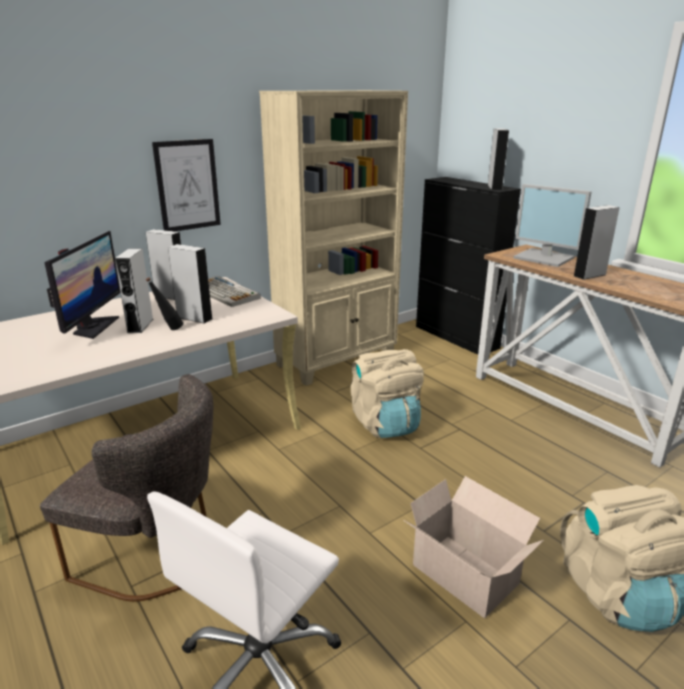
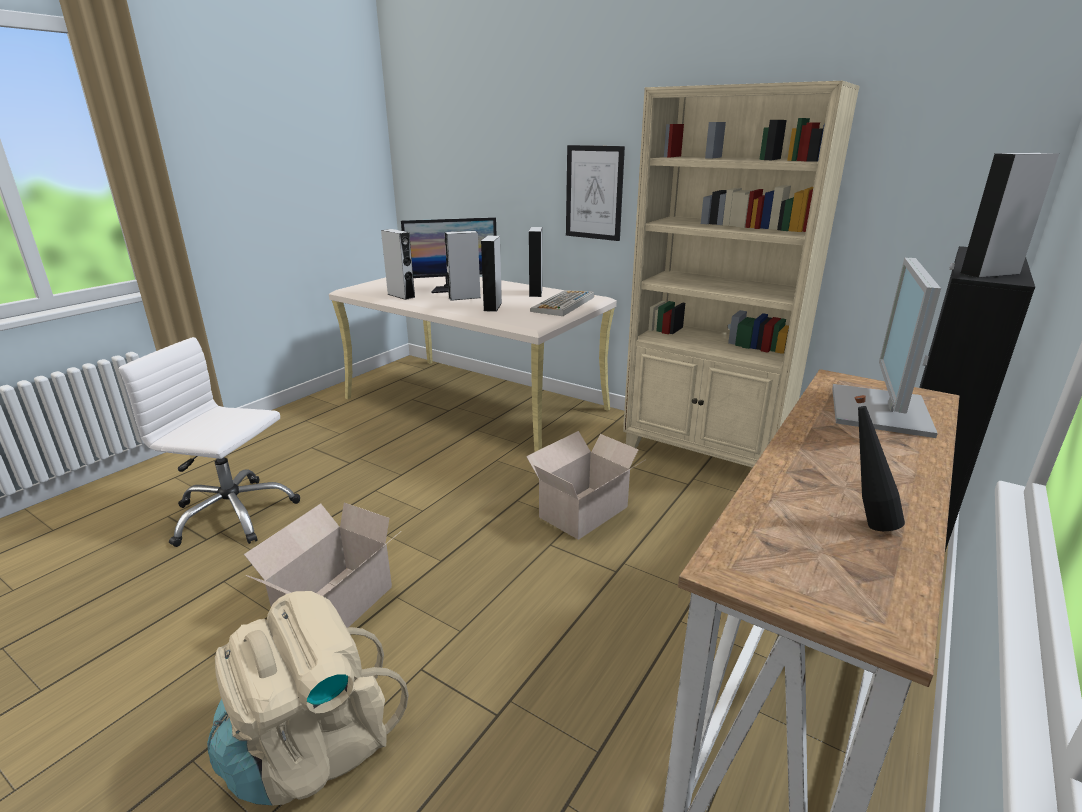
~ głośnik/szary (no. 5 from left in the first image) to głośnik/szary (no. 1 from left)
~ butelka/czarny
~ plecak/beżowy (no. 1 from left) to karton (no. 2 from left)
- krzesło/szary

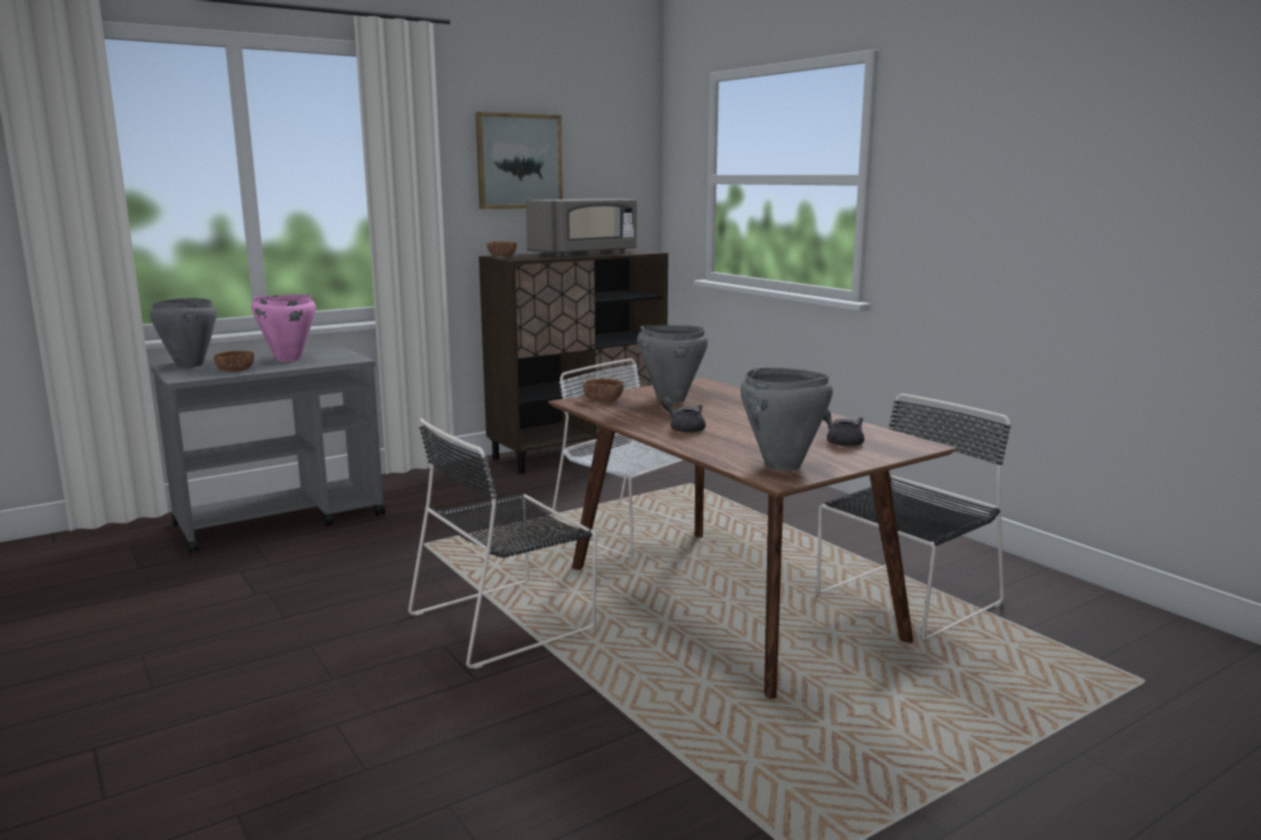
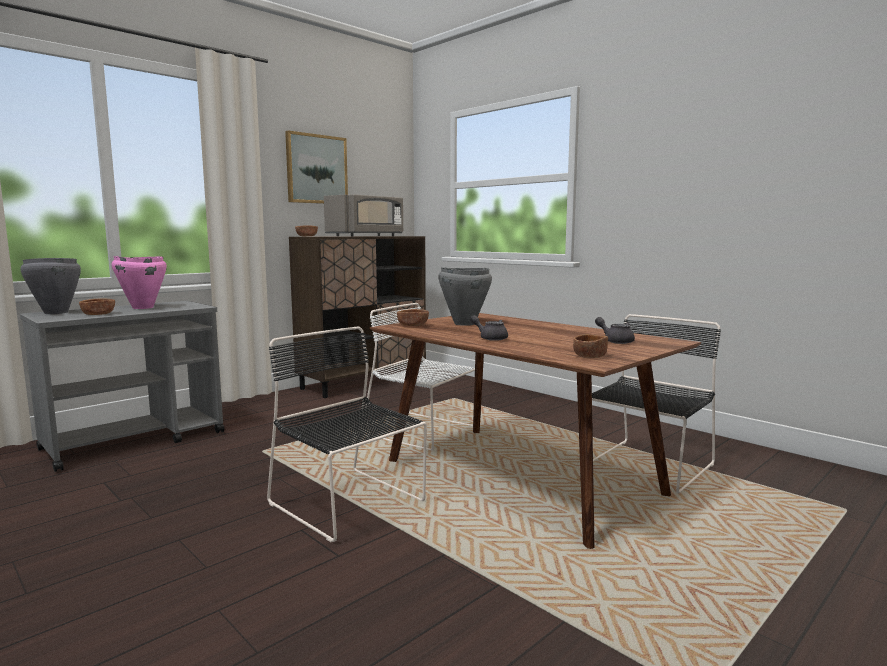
~ garnek/szary (no. 3 from left) to miska/brązowy (no. 4 from left)
~ krzesło/czarny (no. 1 from left) 90 degrees clockwise

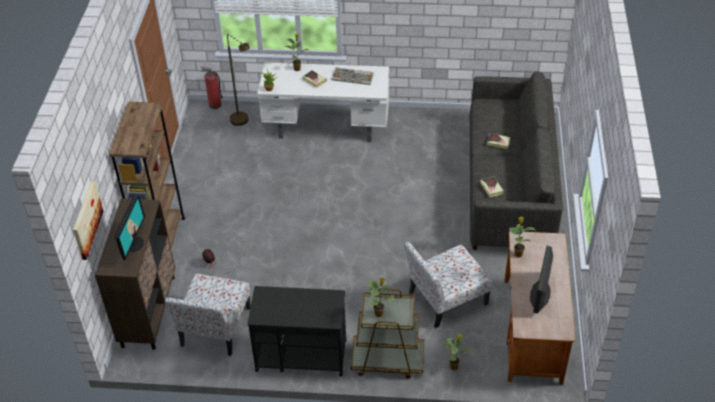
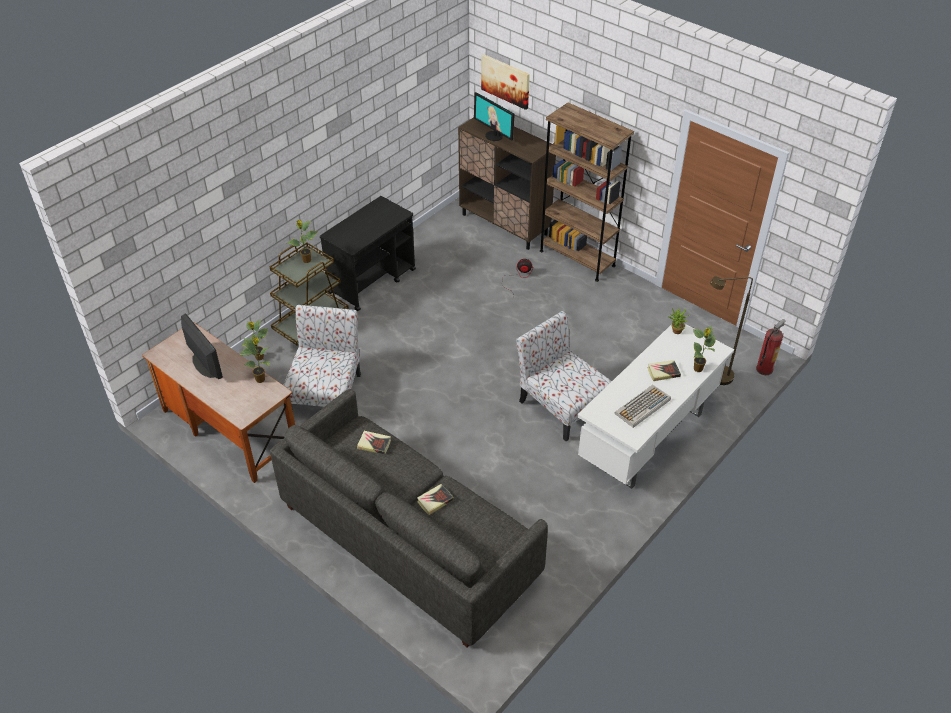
~ krzesło (no. 1 from left in the first image) to krzesło (no. 2 from left)

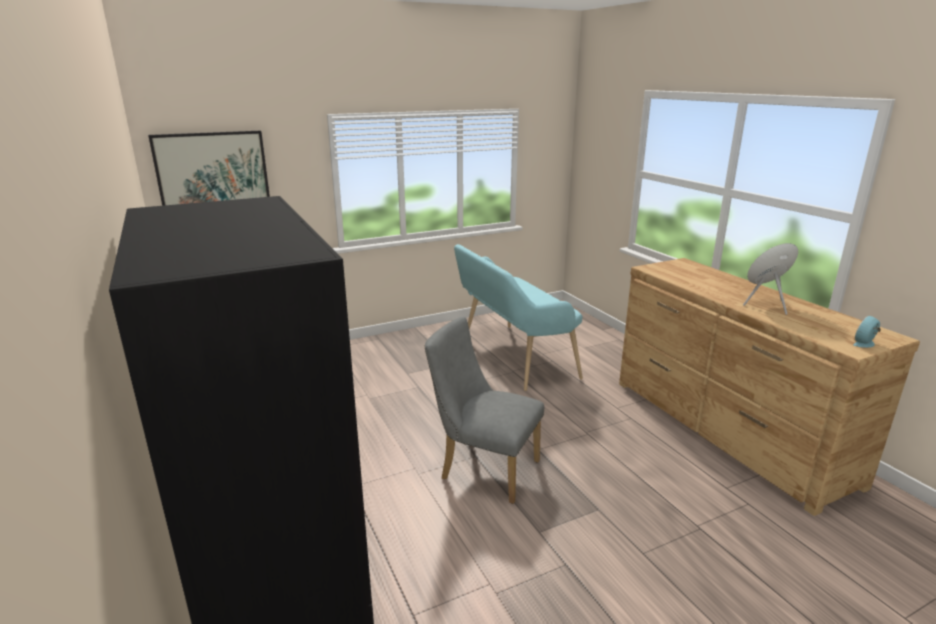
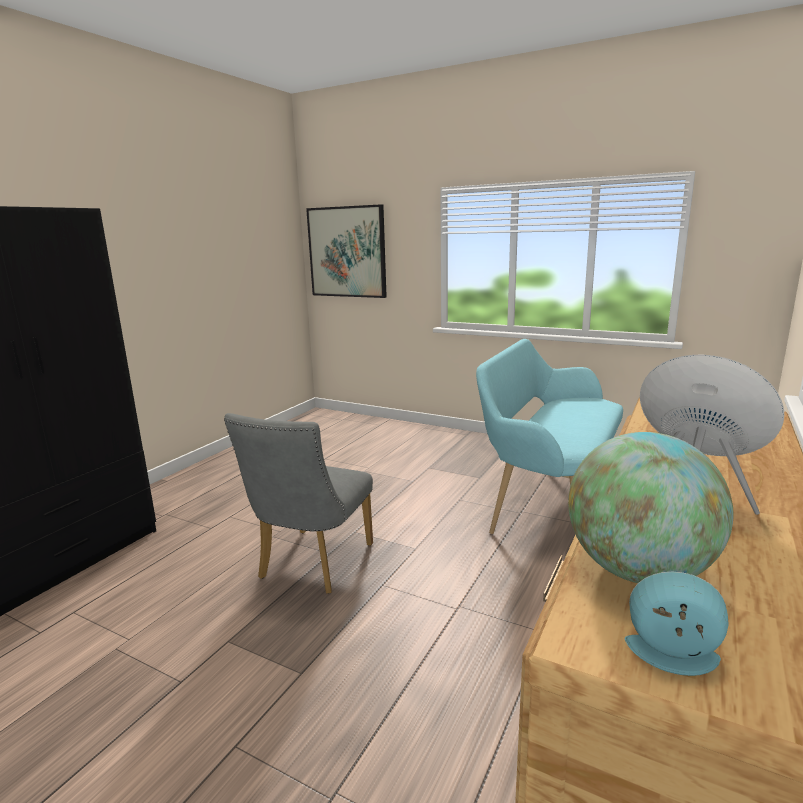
~ krzesło/szary 150 degrees counterclockwise
+ globus

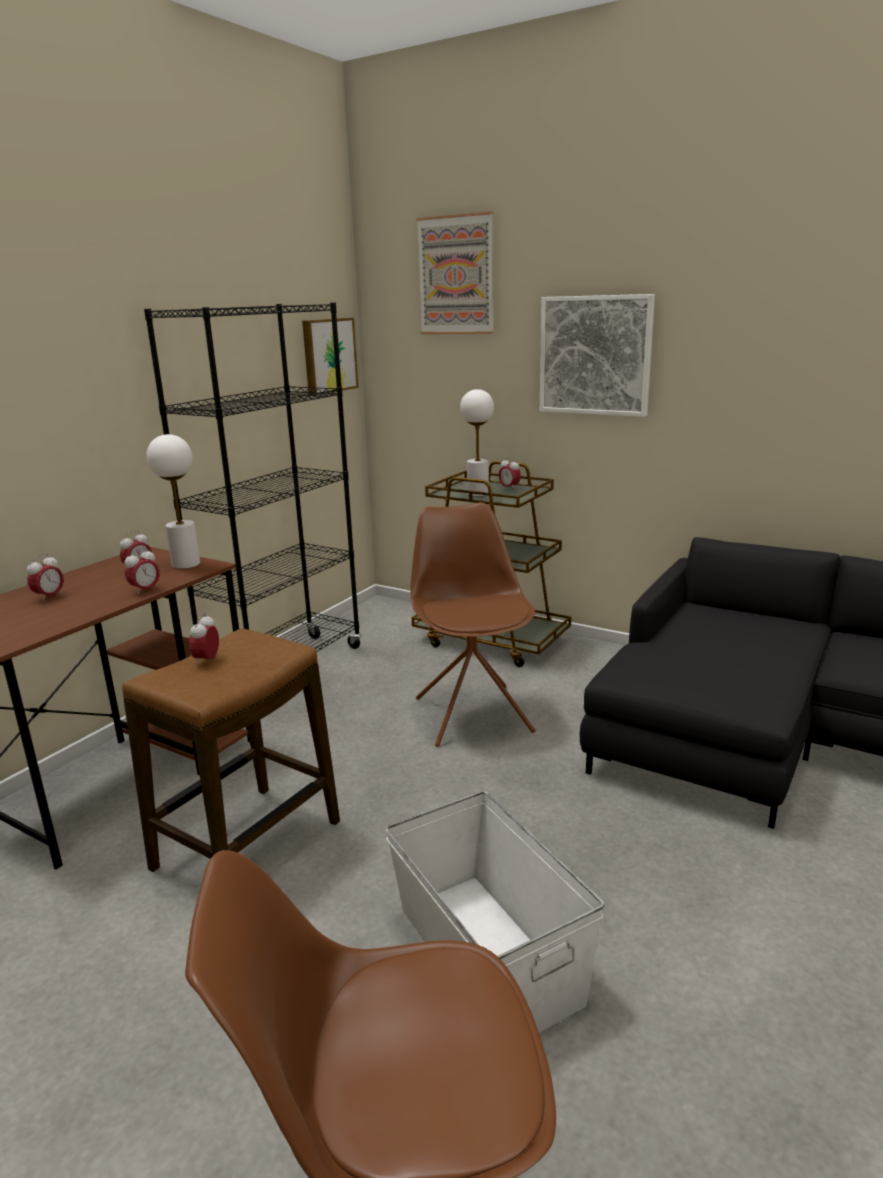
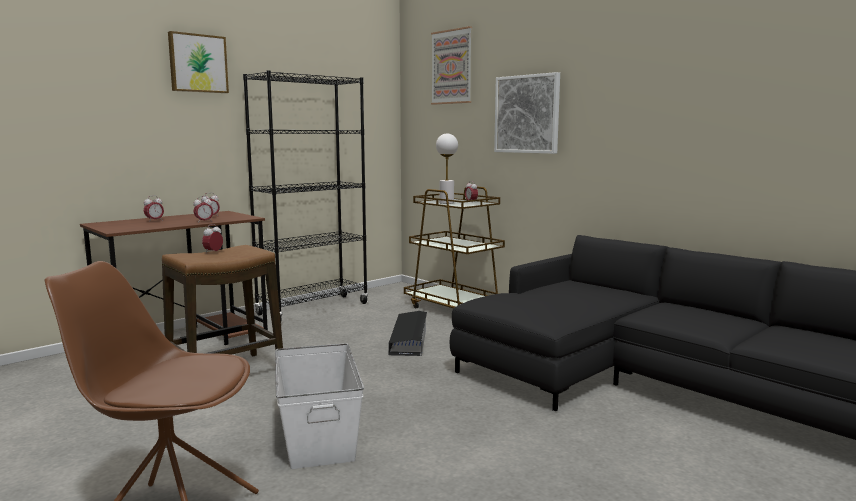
~ obraz (no. 1 from left)
- lampa stołowa/biały (no. 1 from left)
~ krzesło/brązowy (no. 2 from left) to pojemnik do przechowywania/czarny

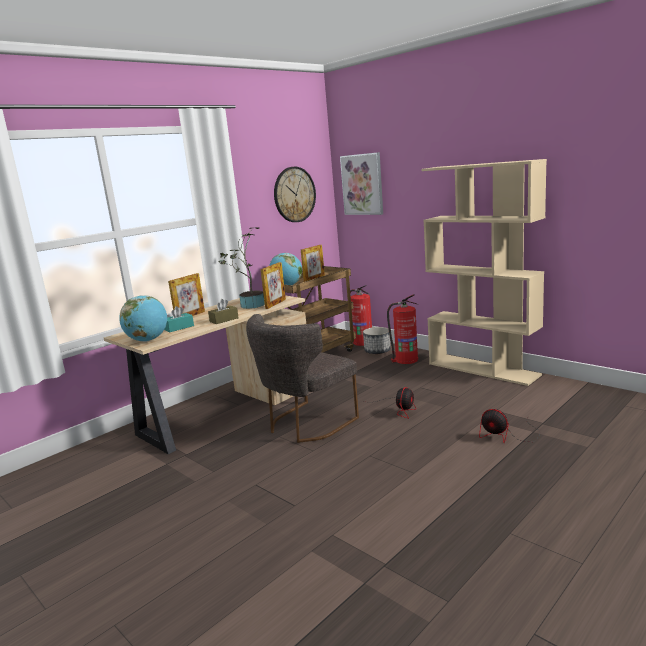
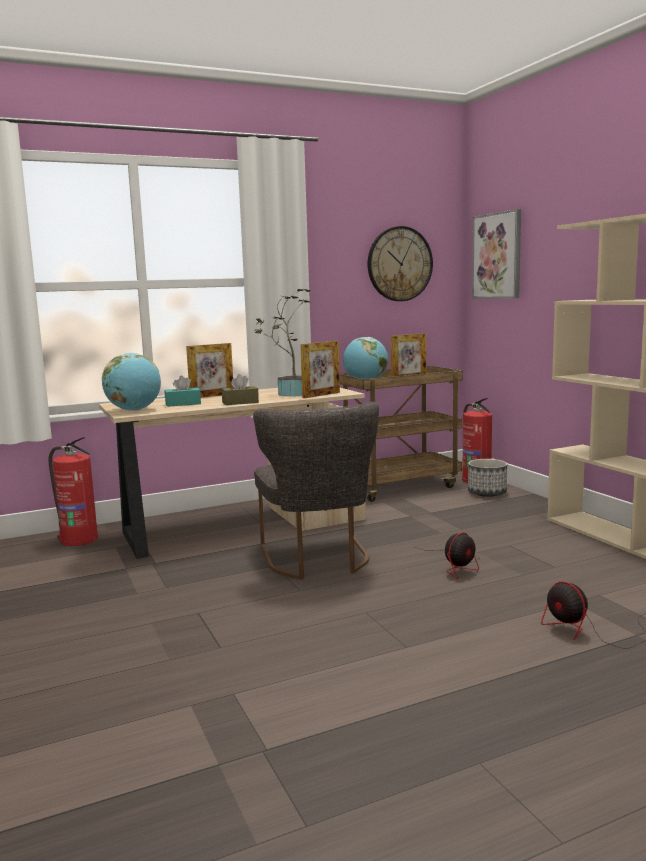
~ gaśnica (no. 2 from left in the first image) to gaśnica (no. 1 from left)
~ krzesło/szary 75 degrees counterclockwise

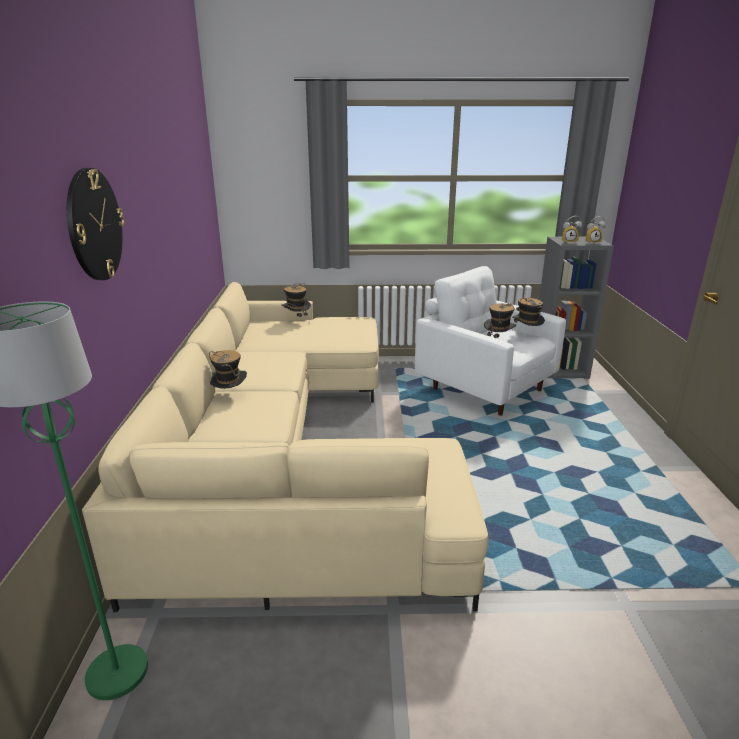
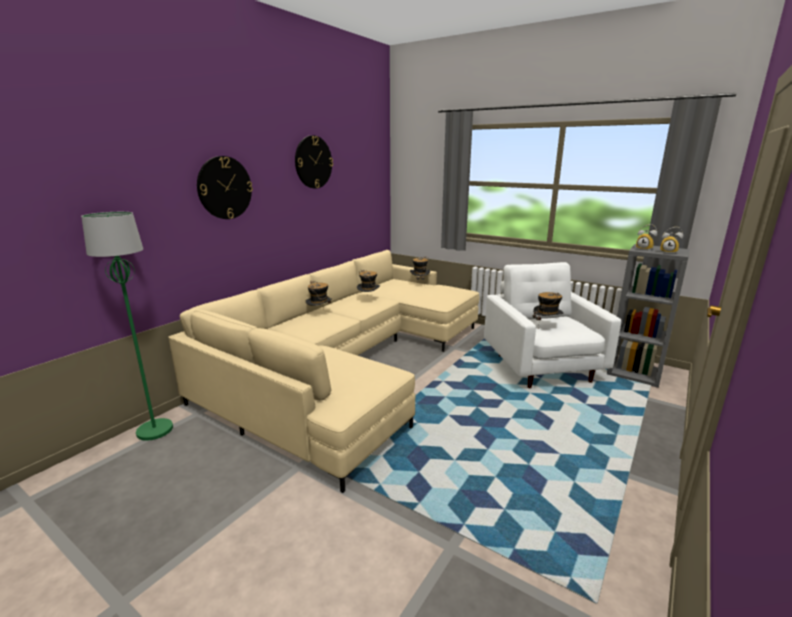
~ kapelusz (no. 4 from left in the first image) to kapelusz (no. 2 from left)
+ zegar ścienny (no. 2 from left)

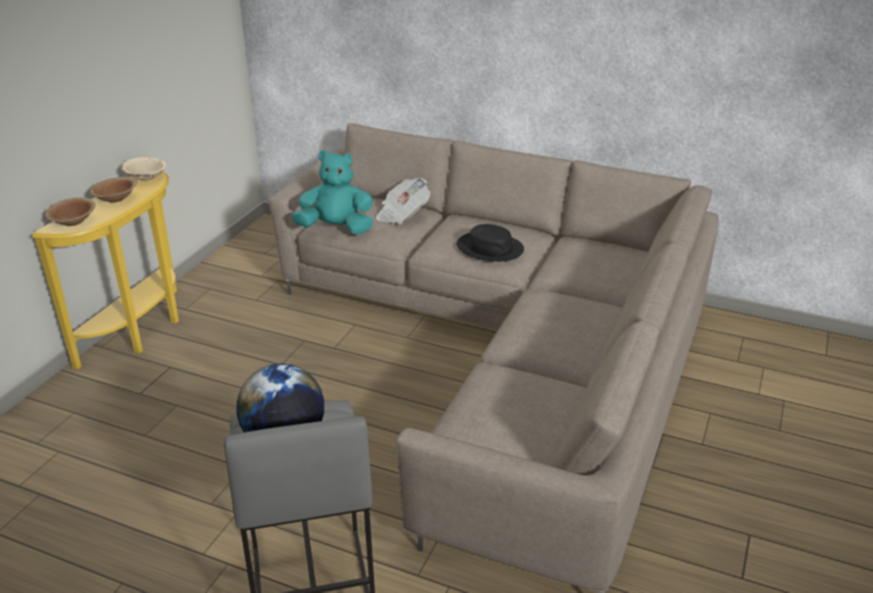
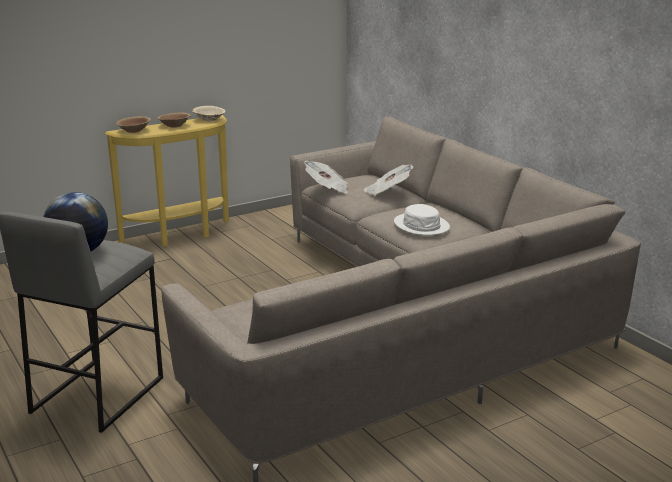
~ pluszak/turkusowy to gazeta (no. 1 from left)
~ kapelusz/czarny to kapelusz/biały

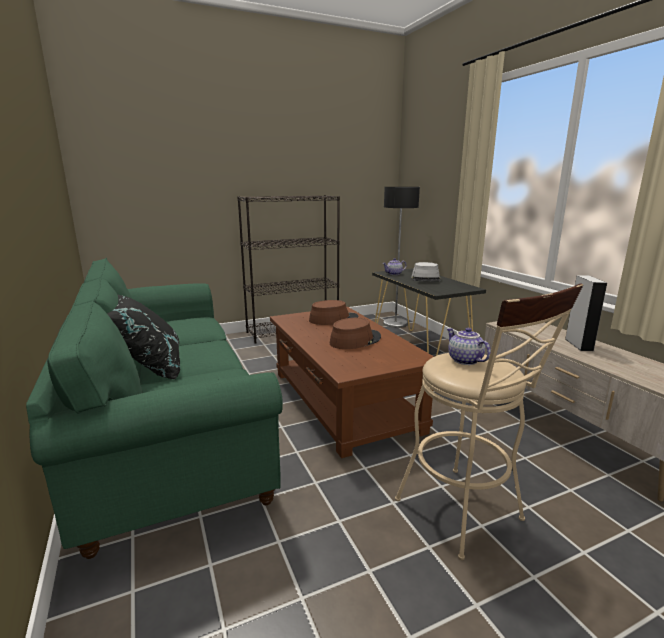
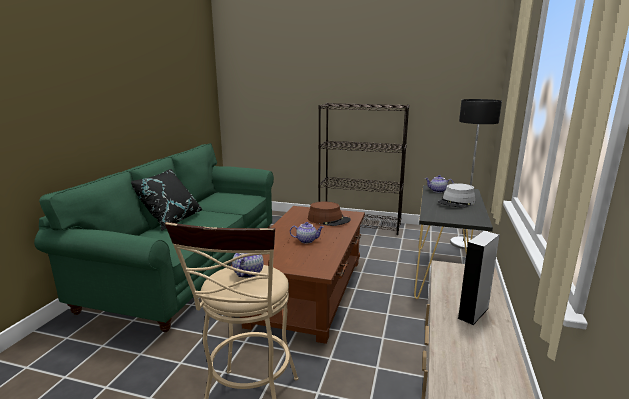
~ kapelusz/brązowy (no. 2 from left) to imbryk (no. 2 from left)

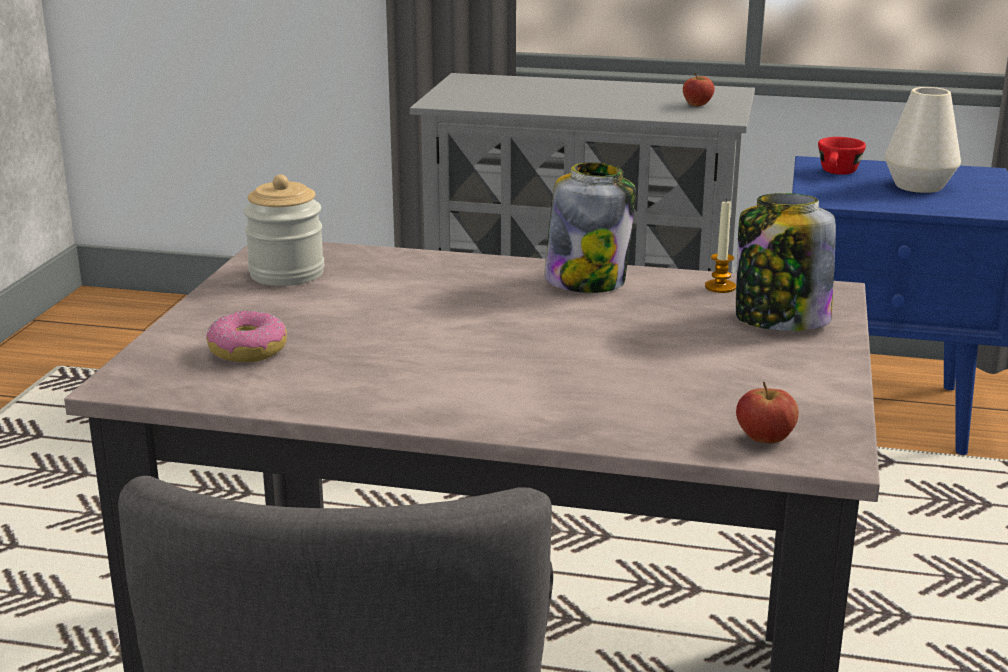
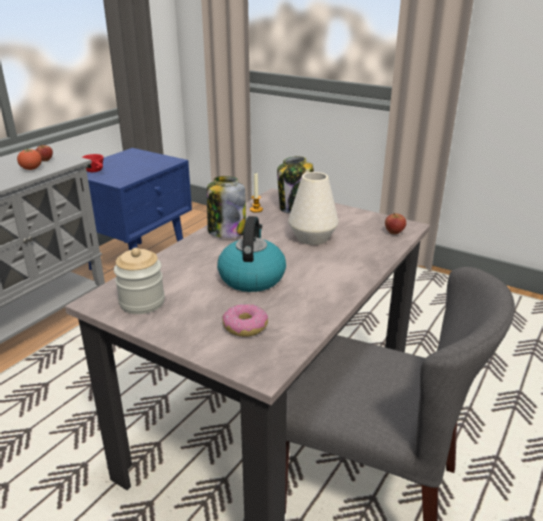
~ wazon/biały
+ pomidor
+ czajnik

